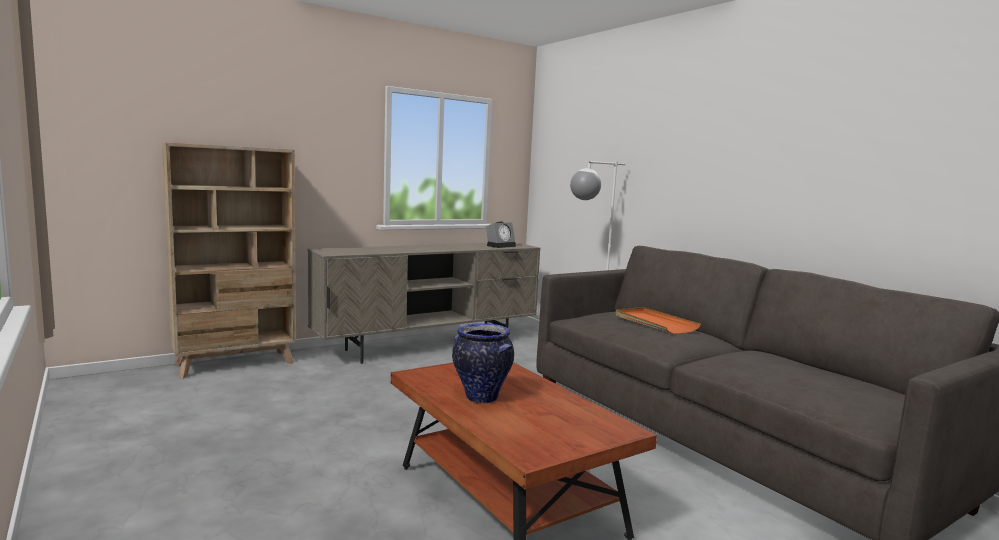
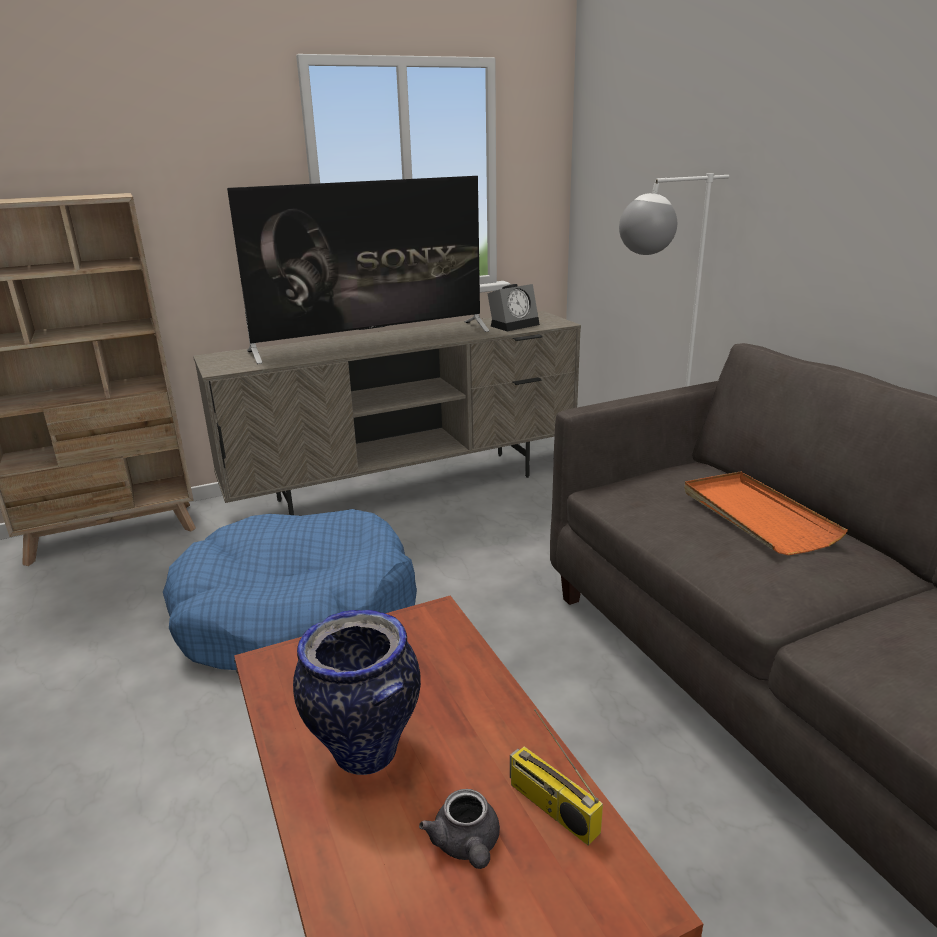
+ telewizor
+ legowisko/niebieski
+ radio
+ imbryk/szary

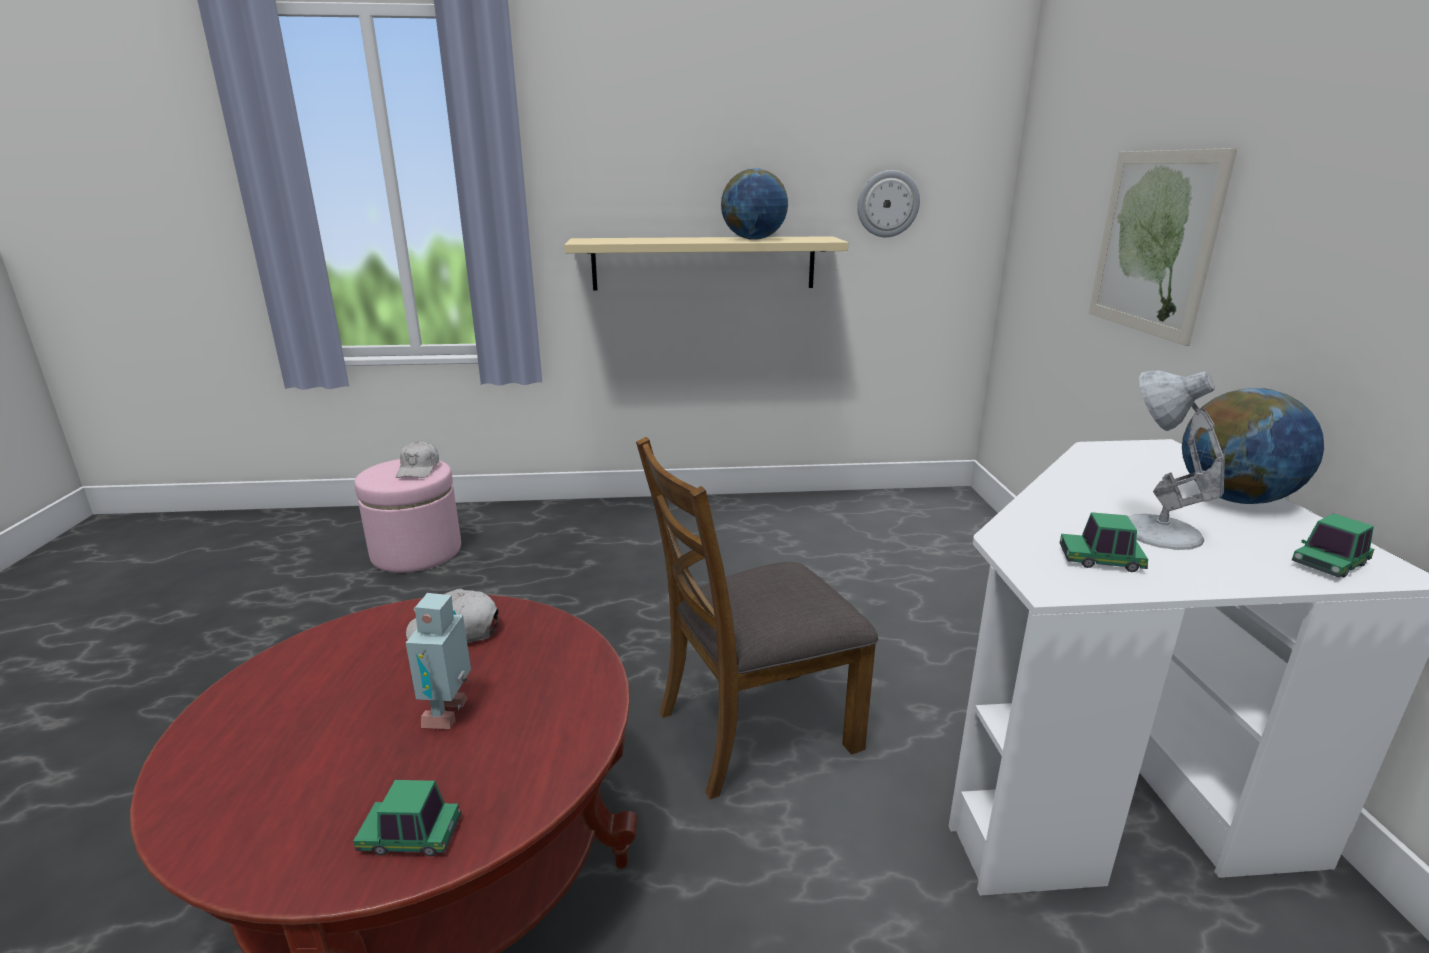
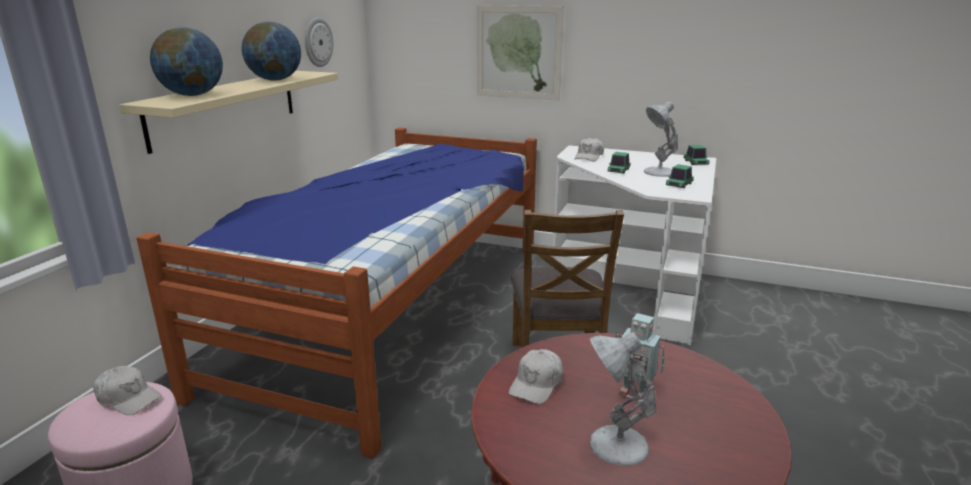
~ globus (no. 2 from left in the first image) to globus (no. 1 from left)
~ samochodzik (no. 1 from left)
+ łóżko
+ czapka z daszkiem/biały (no. 3 from left)
+ lampa stołowa/biały (no. 1 from left)

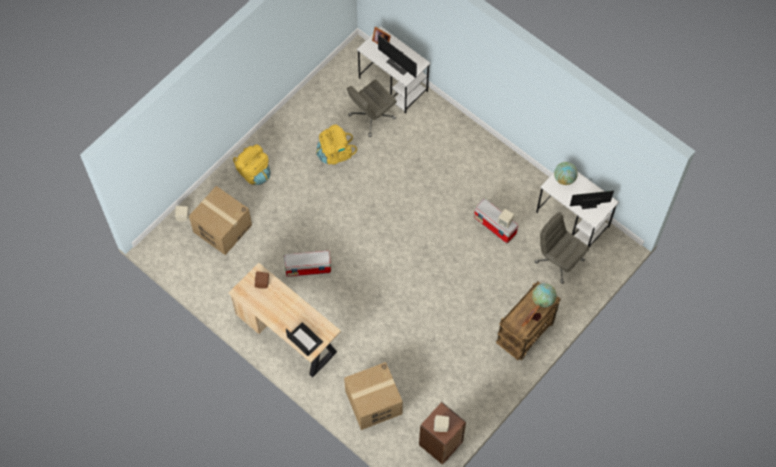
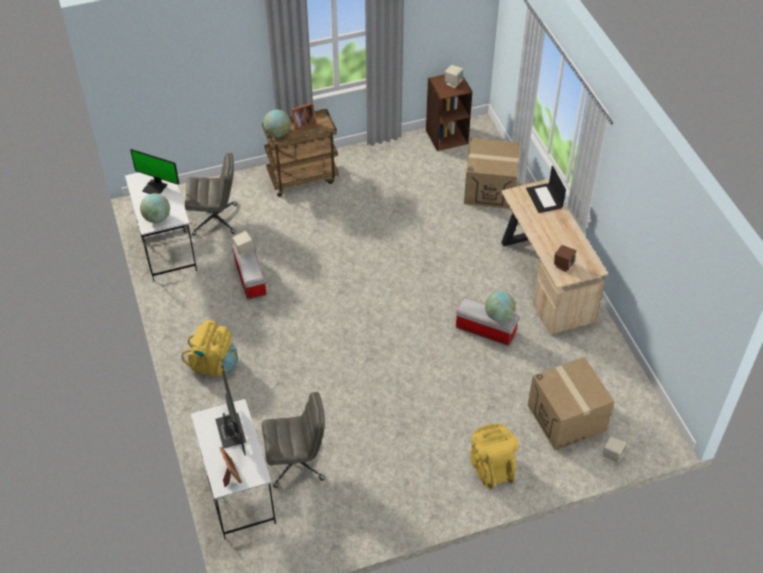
~ plecak/żółty (no. 2 from left in the first image) to plecak/żółty (no. 1 from left)
~ krzesło biurowe/szary (no. 2 from left in the first image) 75 degrees counterclockwise
+ globus (no. 3 from left)

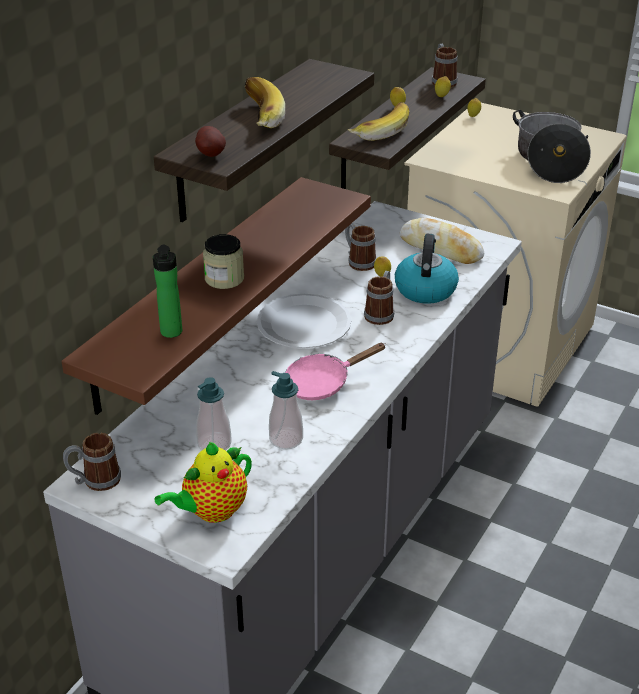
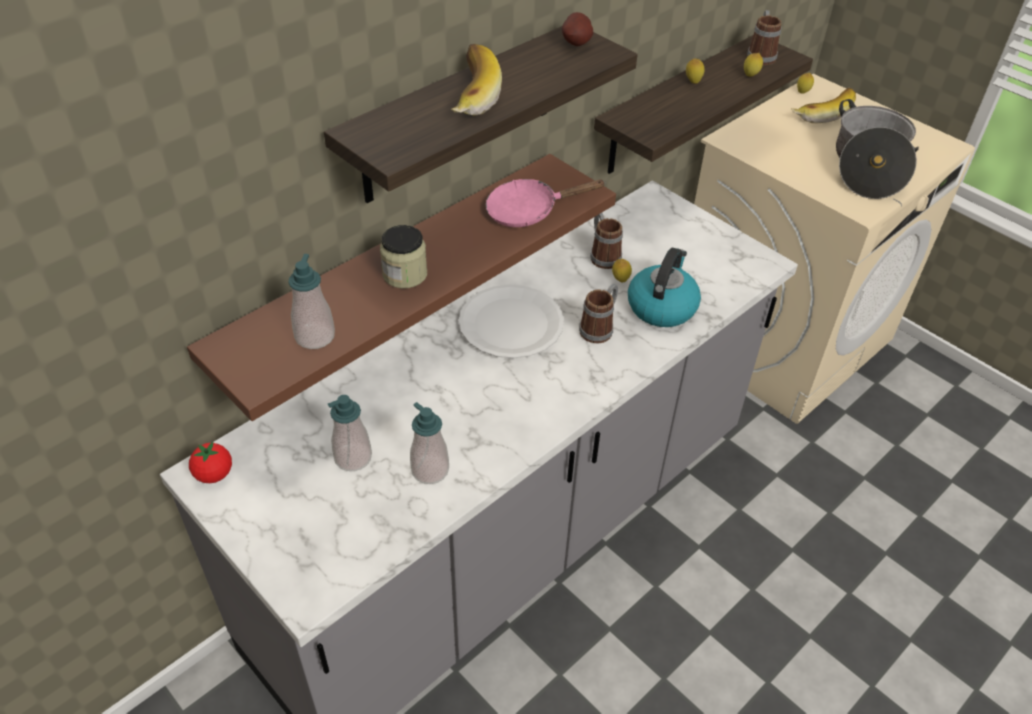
~ banan (no. 2 from left)
~ ziemniak
- chleb
~ butelka to dozownik mydła (no. 1 from left)
~ patelnia/różowy
~ kubek (no. 1 from left) to pomidor
- imbryk

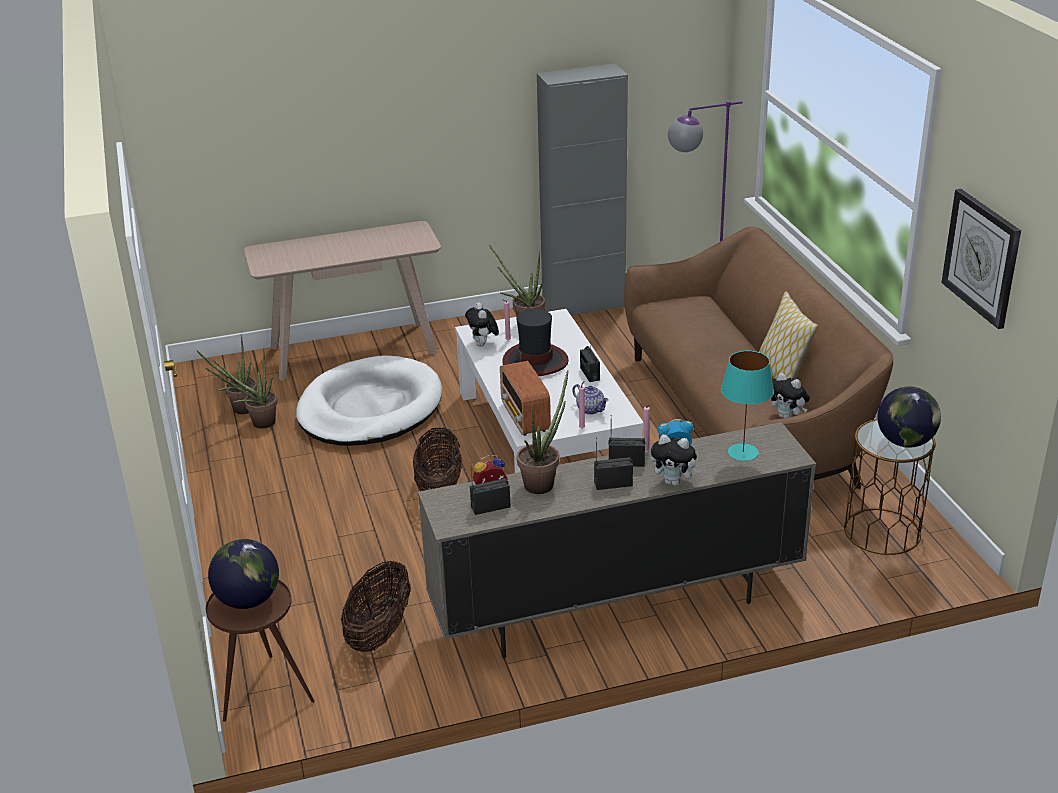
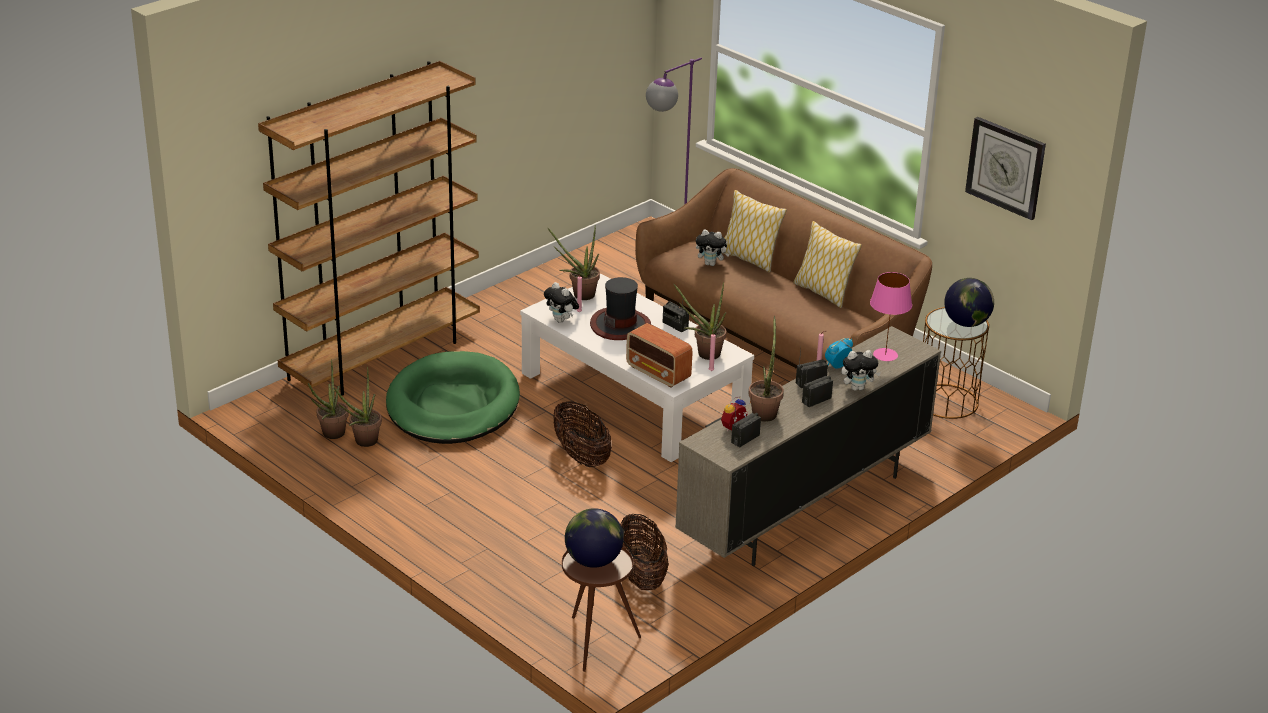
- szafka/szary
~ stolik konsolowy/beżowy to regał/brązowy
~ lampa stołowa/turkusowy to lampa stołowa/różowy
~ legowisko/biały to legowisko/zielony
~ pluszak (no. 3 from left in the first image) to pluszak (no. 2 from left)
~ imbryk to roślina doniczkowa (no. 4 from left)
+ poduszka (no. 1 from left)

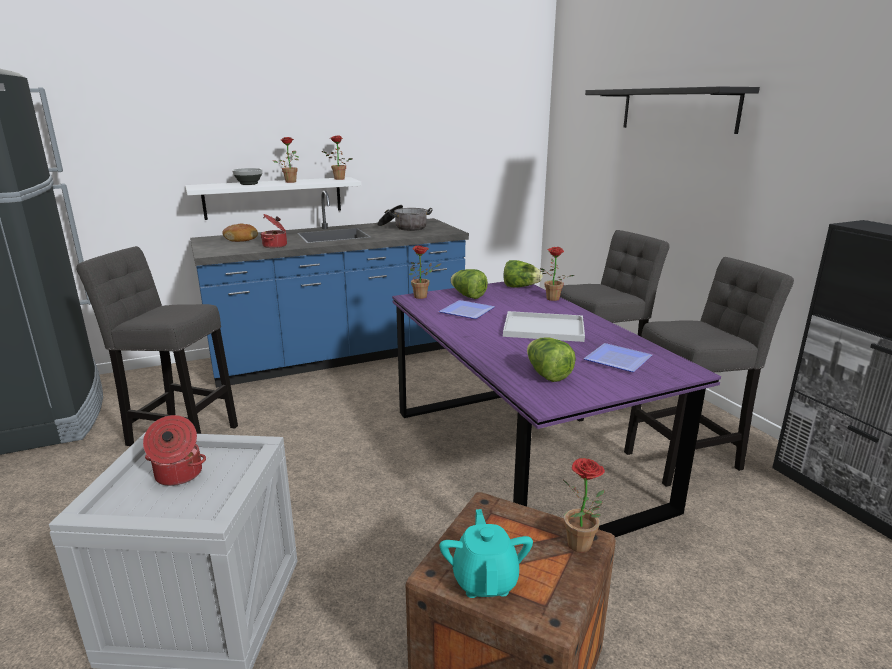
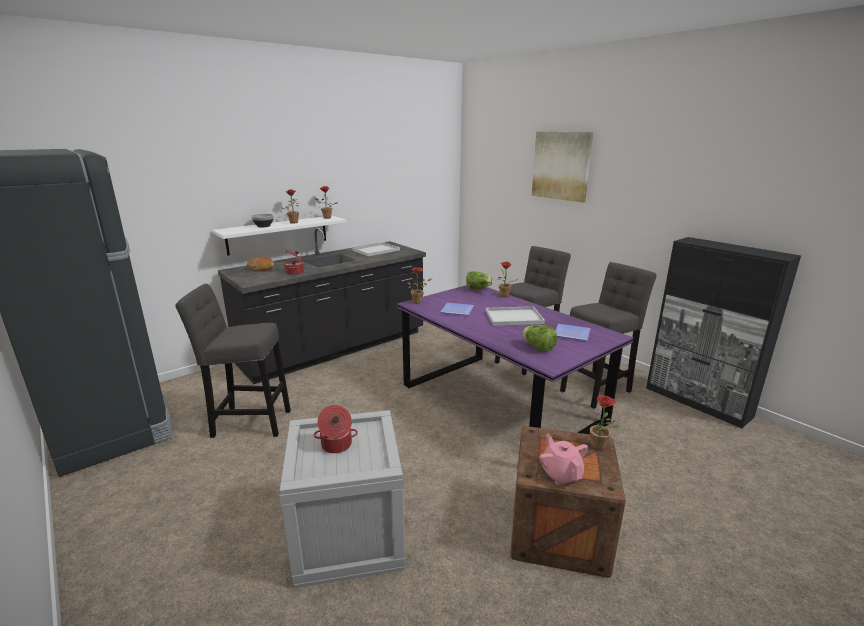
~ półka/czarny to obraz
~ zabudowa kuchenna/niebieski to zabudowa kuchenna/czarny
~ garnek (no. 3 from left) to taca/biały (no. 1 from left)
- sałata (no. 1 from left)
~ imbryk/turkusowy to imbryk/różowy

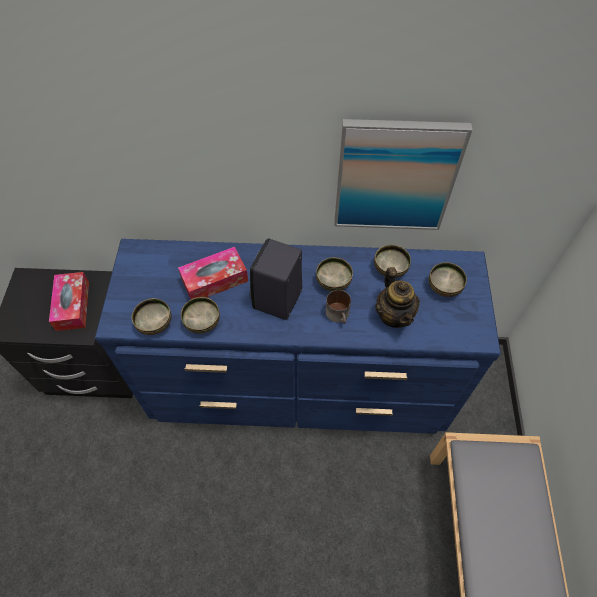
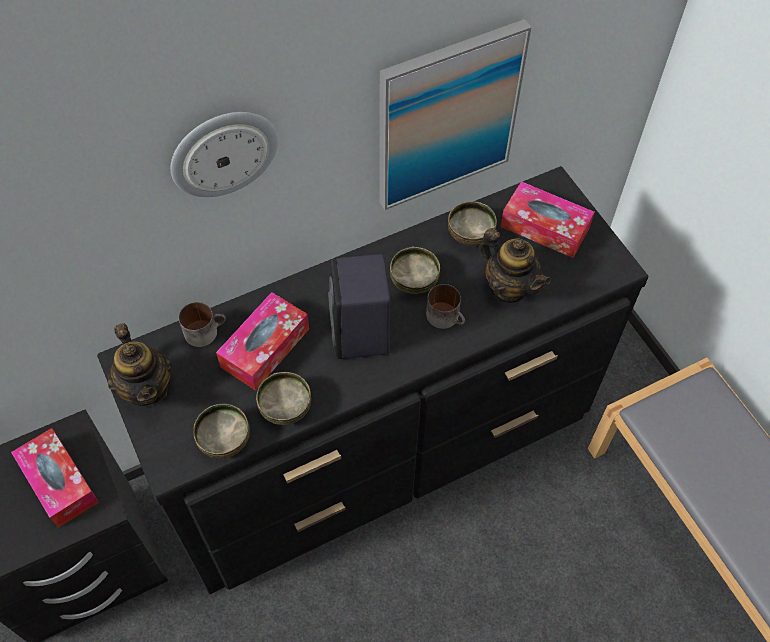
~ komoda/niebieski to komoda/czarny
~ miska (no. 5 from left) to pudełko chusteczek (no. 3 from left)
+ zegar ścienny
+ kubek (no. 1 from left)
+ imbryk (no. 1 from left)

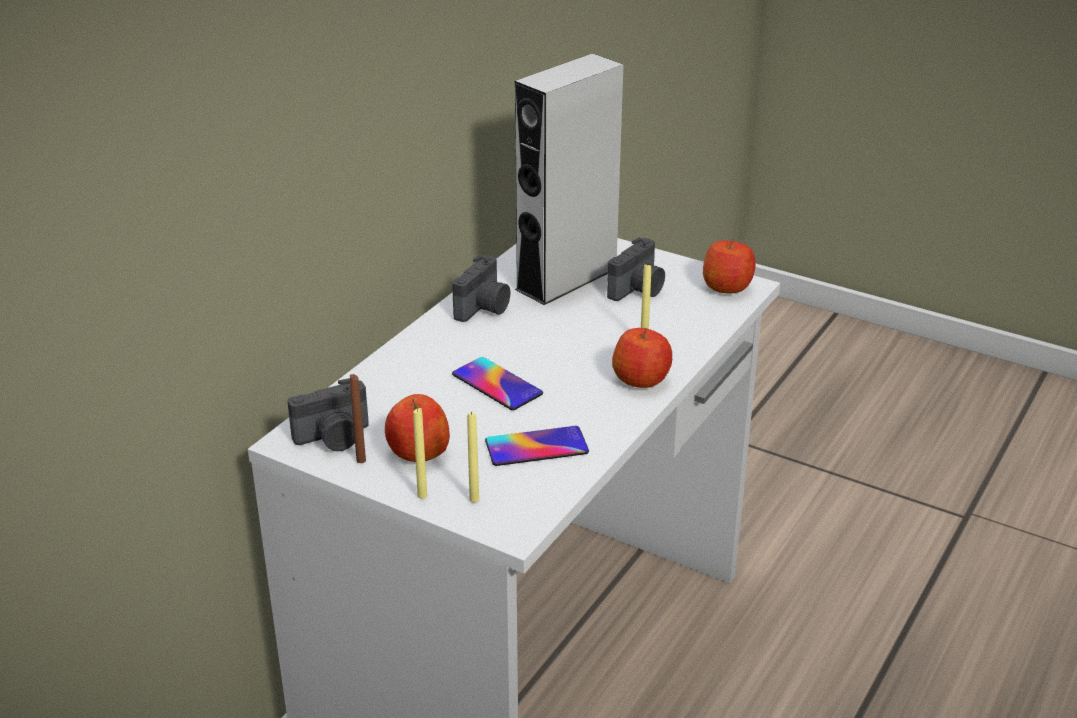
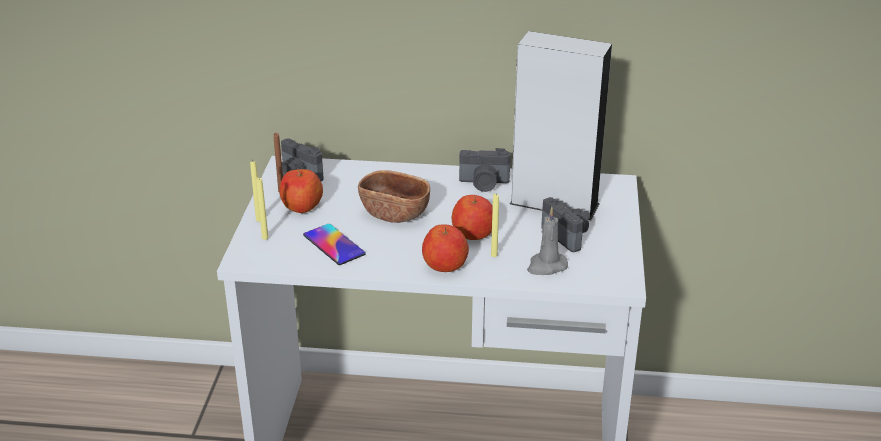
~ aparat fotograficzny (no. 3 from left) 135 degrees counterclockwise
~ jabłko (no. 3 from left)
~ telefon (no. 1 from left) to miska/brązowy
+ świeca/szary

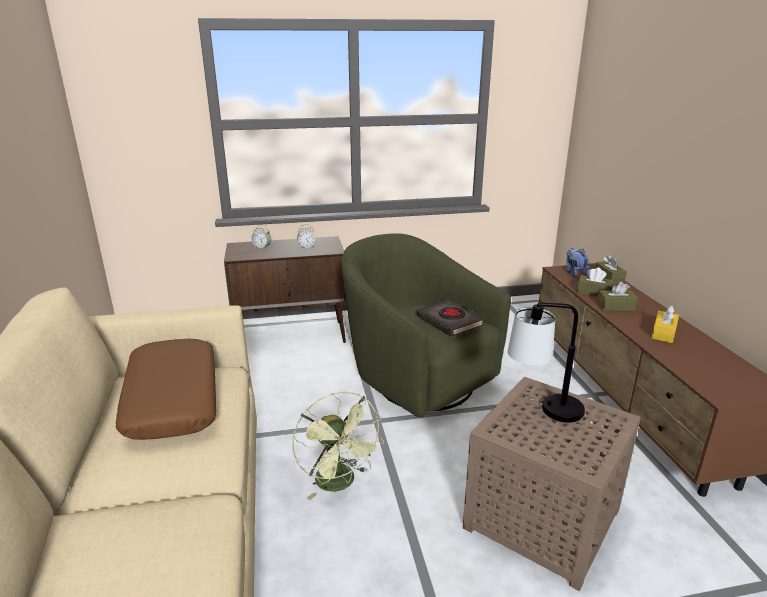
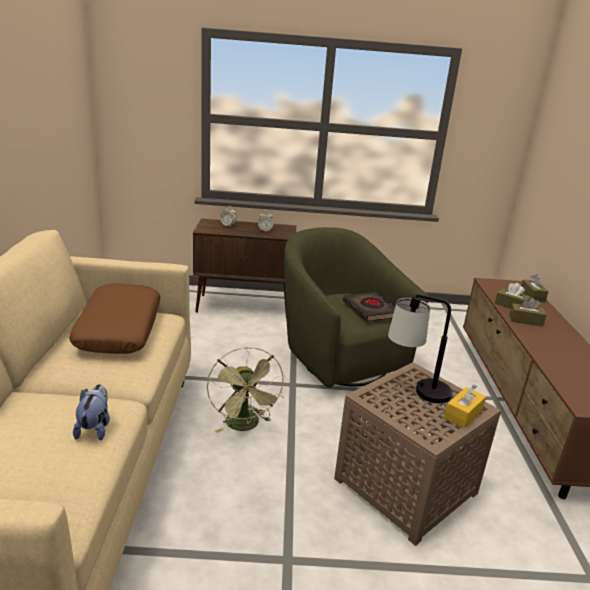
~ pluszak
~ pudełko chusteczek/żółty

